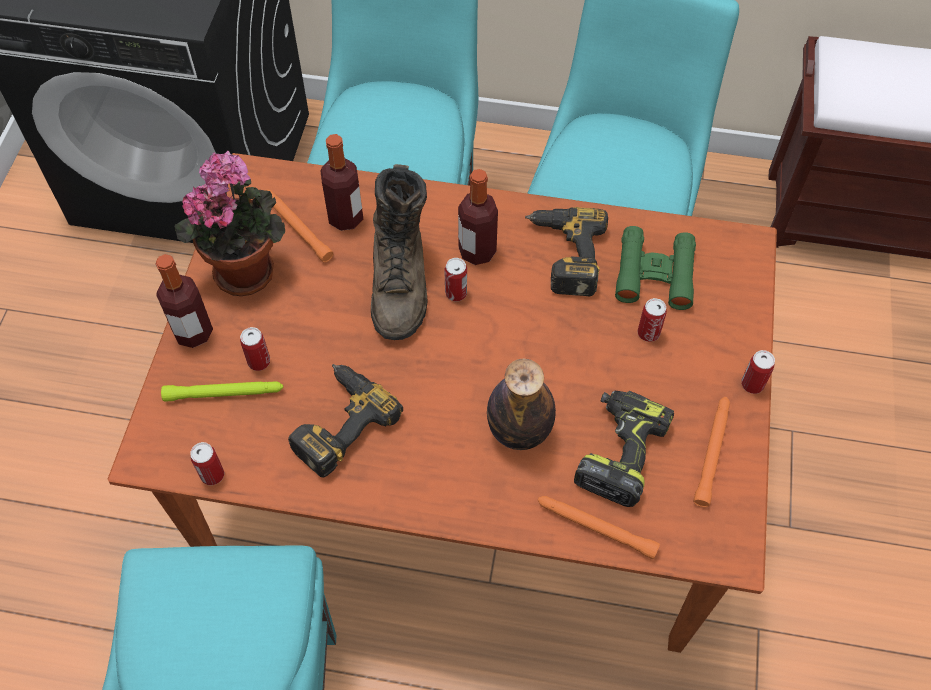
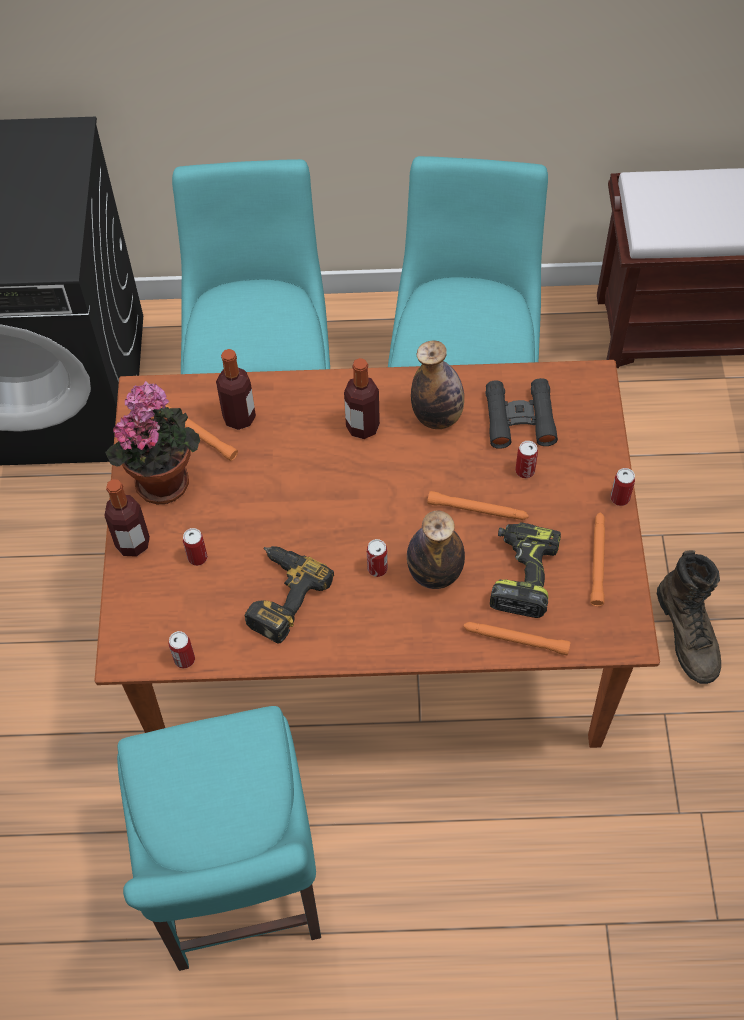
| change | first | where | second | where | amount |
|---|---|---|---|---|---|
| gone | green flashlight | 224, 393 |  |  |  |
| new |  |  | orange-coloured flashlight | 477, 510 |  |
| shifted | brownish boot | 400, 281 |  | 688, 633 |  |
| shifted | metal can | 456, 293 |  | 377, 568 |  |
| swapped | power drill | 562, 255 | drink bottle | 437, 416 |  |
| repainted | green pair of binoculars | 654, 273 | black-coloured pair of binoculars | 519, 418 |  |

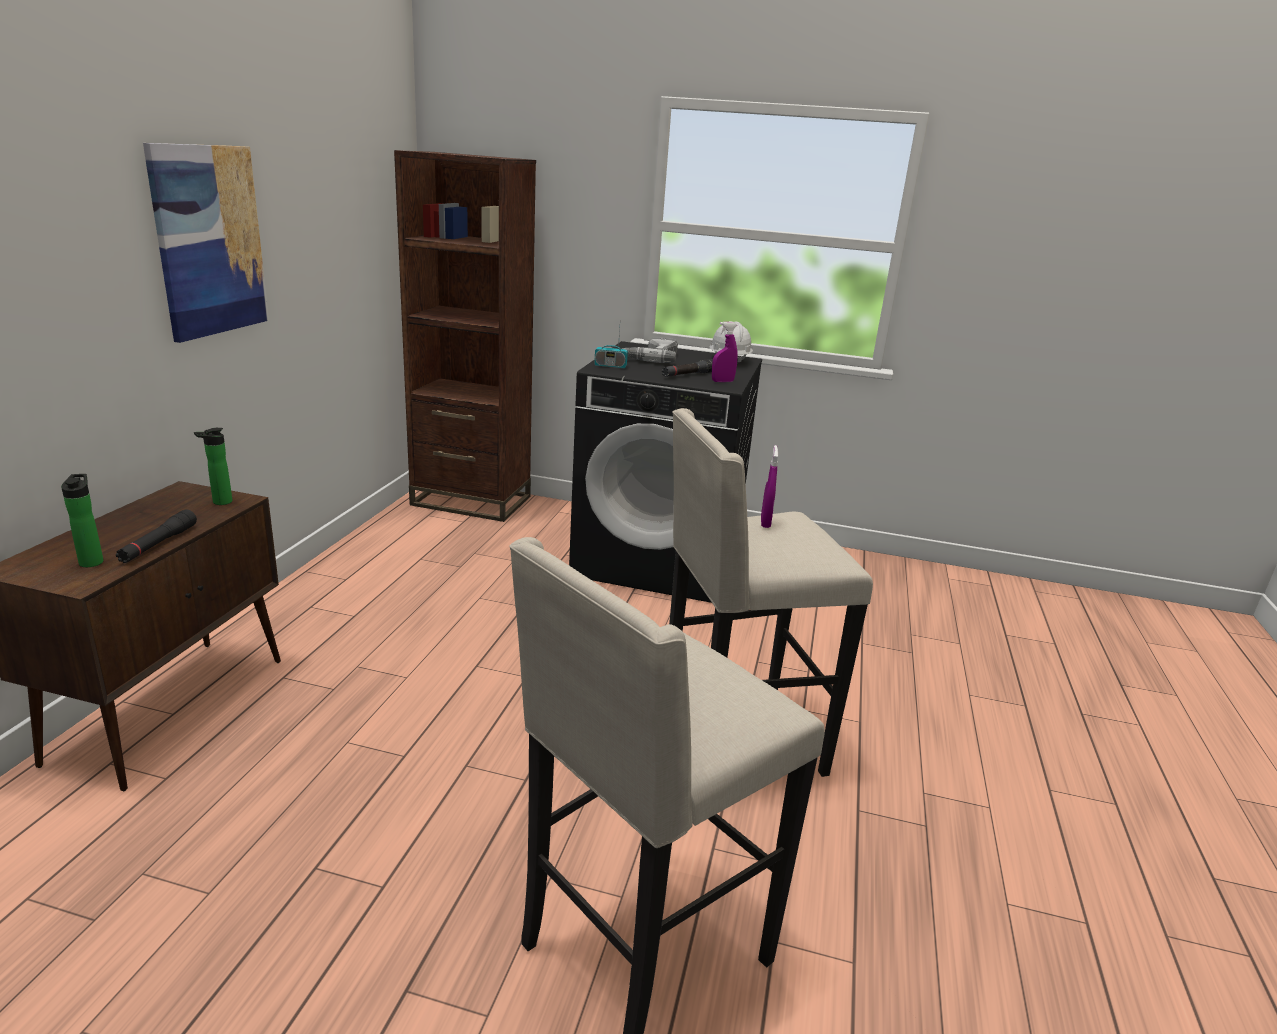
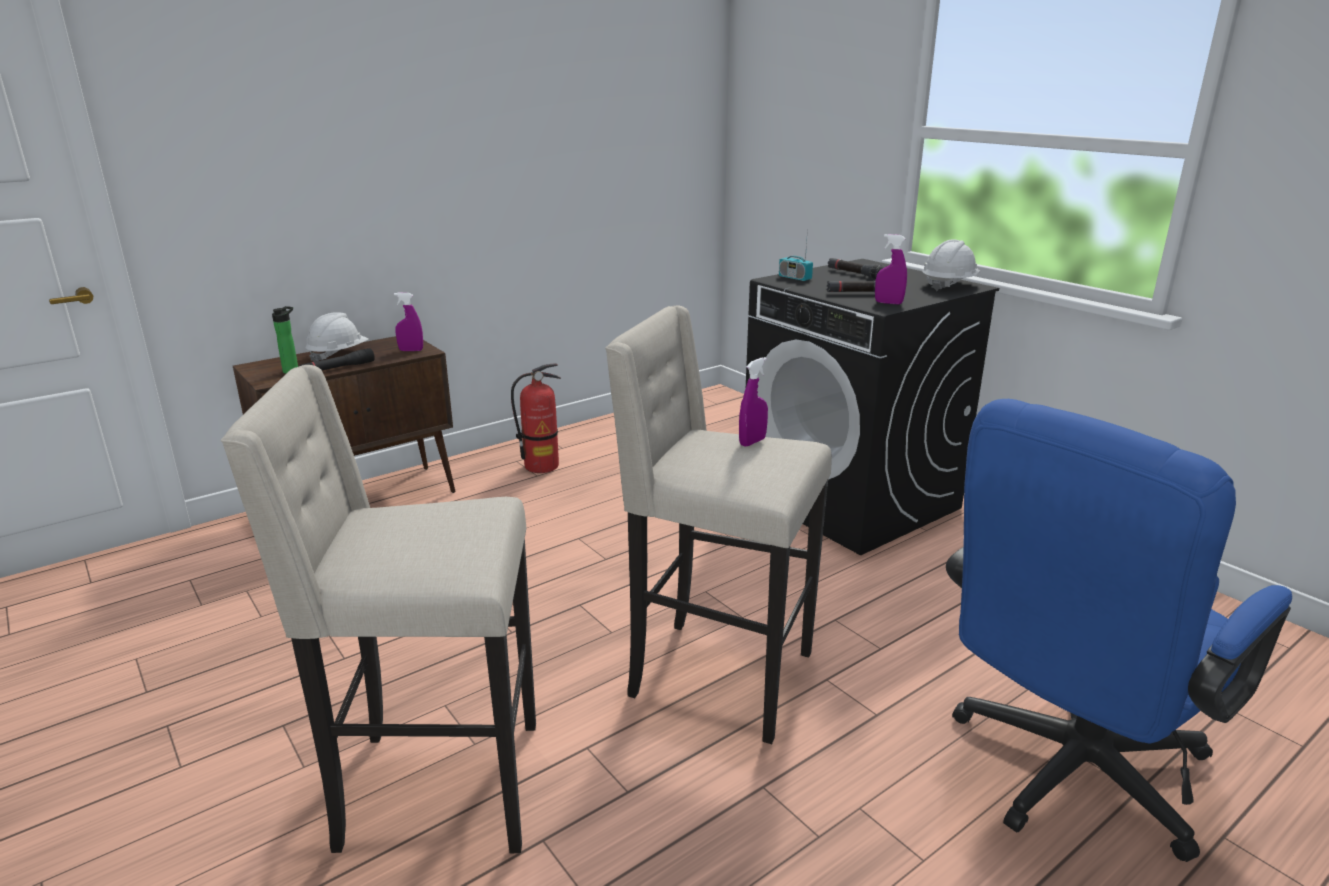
| change | first | where | second | where | amount |
|---|---|---|---|---|---|
| gone | picture | 209, 241 |  |  |  |
| gone | brownish shelving unit | 471, 501 |  |  |  |
| new |  |  | white hard hat | 338, 355 |  |
| new |  |  | fire extinguisher | 541, 466 |  |
| new |  |  | blue-coloured office chair | 1065, 776 |  |
| swapped | drink bottle | 219, 502 | purplish spray bottle | 411, 350 |  |
| swapped | power drill | 649, 357 | black-coloured flashlight | 857, 274 |  |

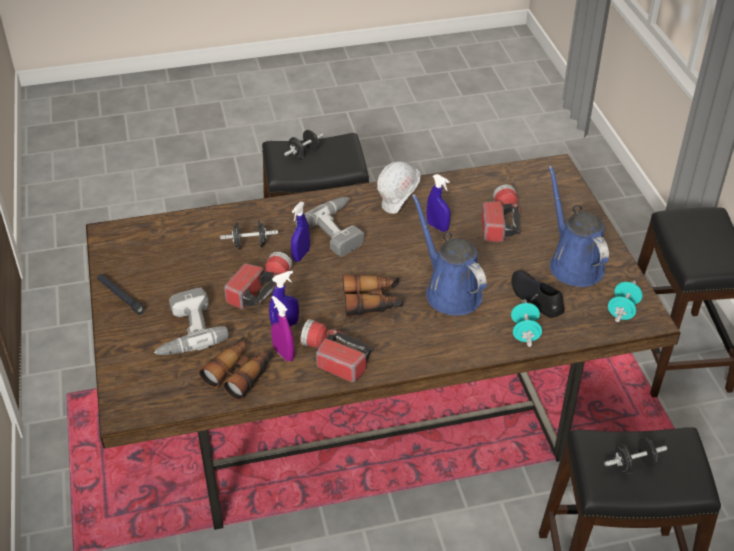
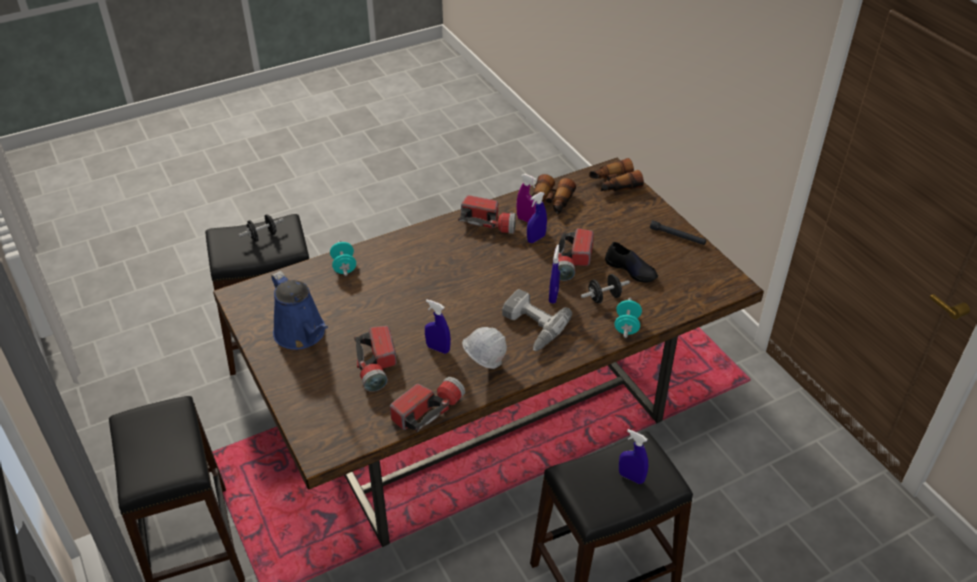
| change | first | where | second | where | amount |
|---|---|---|---|---|---|
| gone | power drill | 185, 331 |  |  |  |
| gone | blue-coloured watering can | 450, 291 |  |  |  |
| new |  |  | flashlight | 428, 411 |  |
| shifted | pair of binoculars | 372, 302 |  | 614, 184 |  |
| shifted | black-coloured item of footwear | 536, 298 |  | 631, 270 |  |
| shifted | blue-green free weight | 622, 310 |  | 627, 326 |  |
| swapped | black-coloured free weight | 304, 153 | blue-coloured spray bottle | 631, 477 |  |

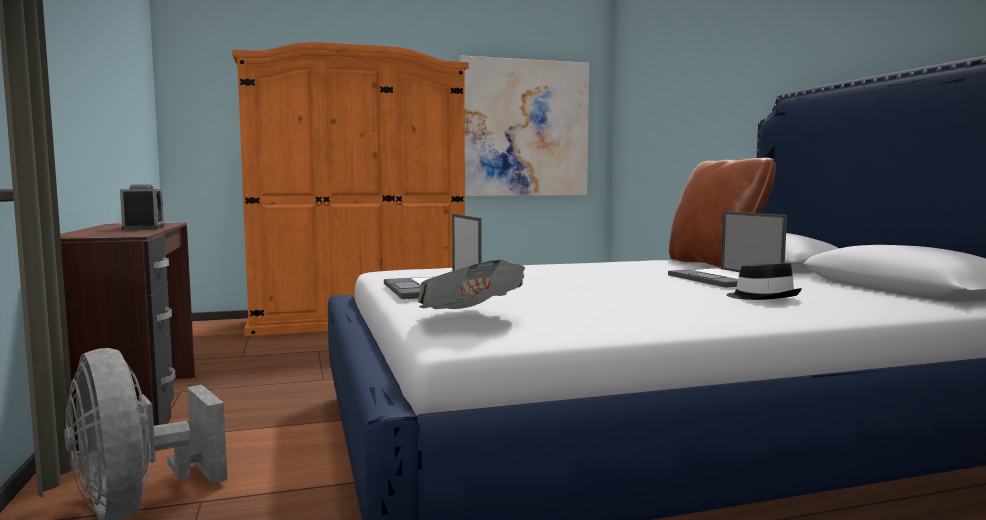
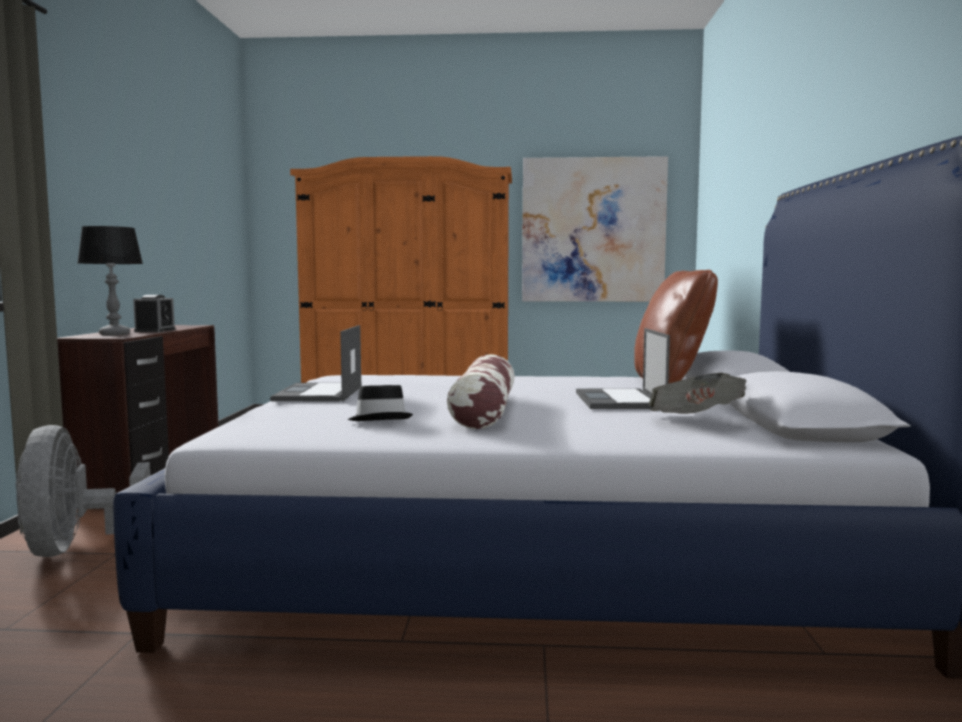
| change | first | where | second | where | amount |
|---|---|---|---|---|---|
| new |  |  | tabletop lamp | 115, 334 |  |
| new |  |  | cushion | 484, 412 |  |
| shifted | printed paper | 470, 318 |  | 695, 422 |  |
| shifted | black-coloured hat | 763, 297 |  | 380, 419 |  |

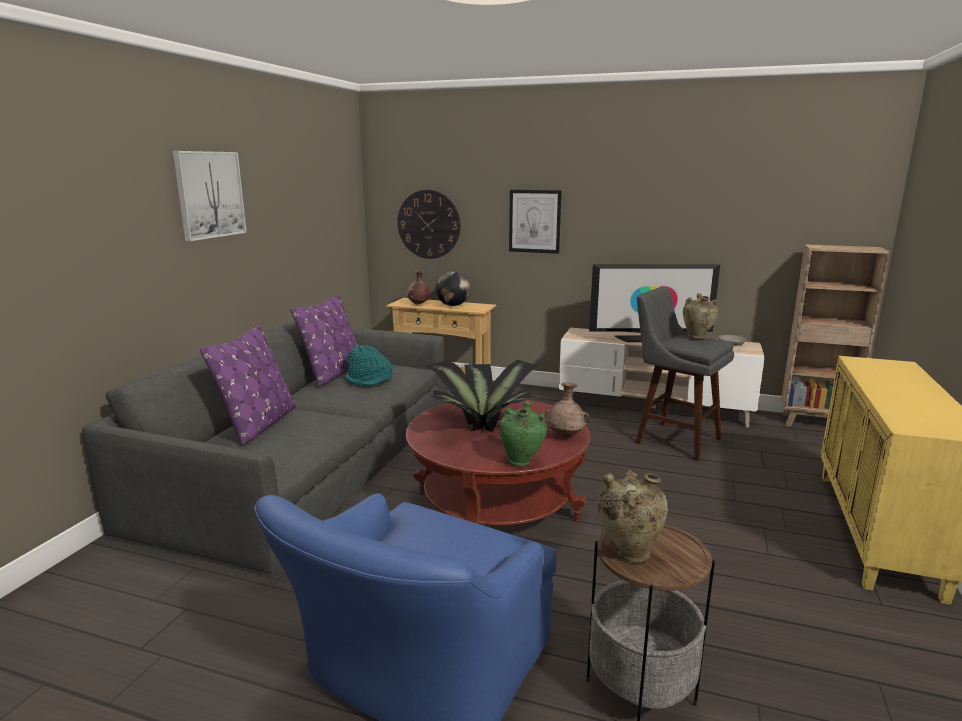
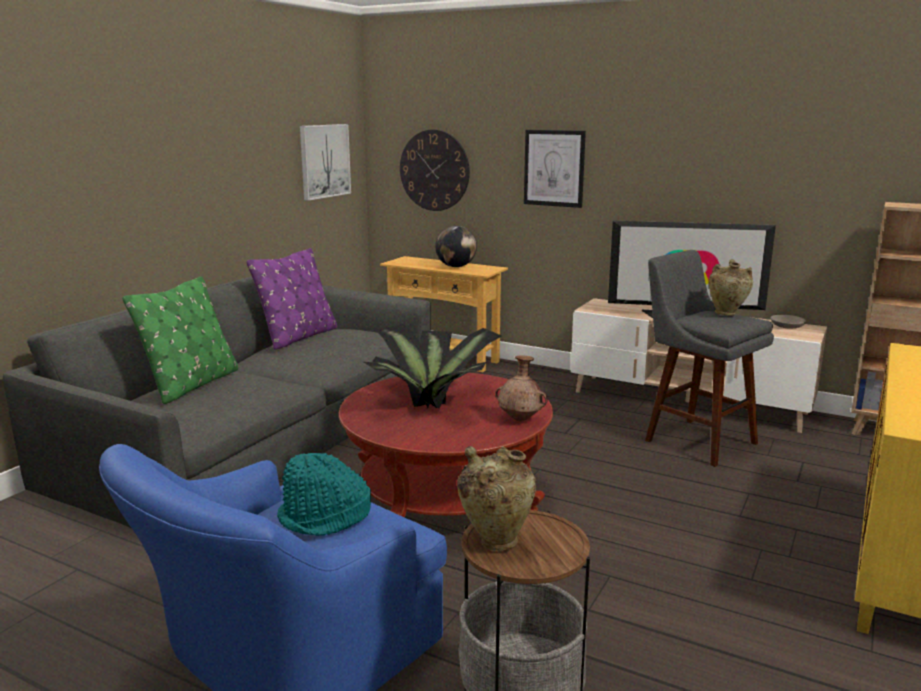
| change | first | where | second | where | amount |
|---|---|---|---|---|---|
| gone | brownish flower vase | 418, 304 |  |  |  |
| gone | green flower vase | 521, 462 |  |  |  |
| shifted | picture | 210, 194 |  | 324, 161 |  |
| shifted | blue-green hat | 369, 380 |  | 325, 518 |  |
| repainted | purplish cushion | 259, 424 | green cushion | 191, 385 |  |

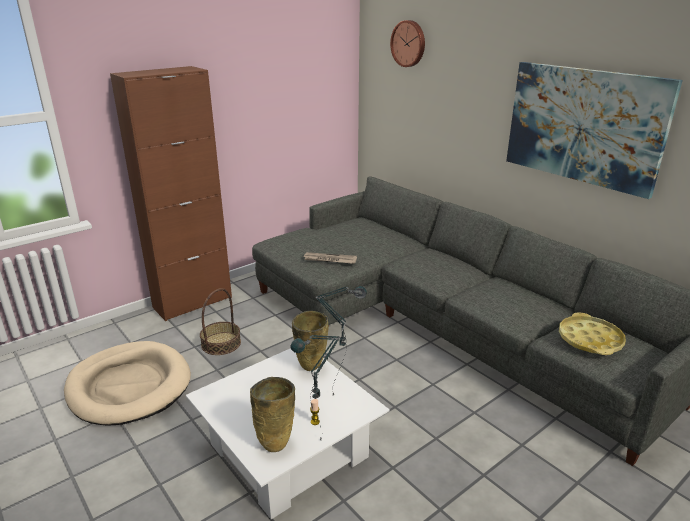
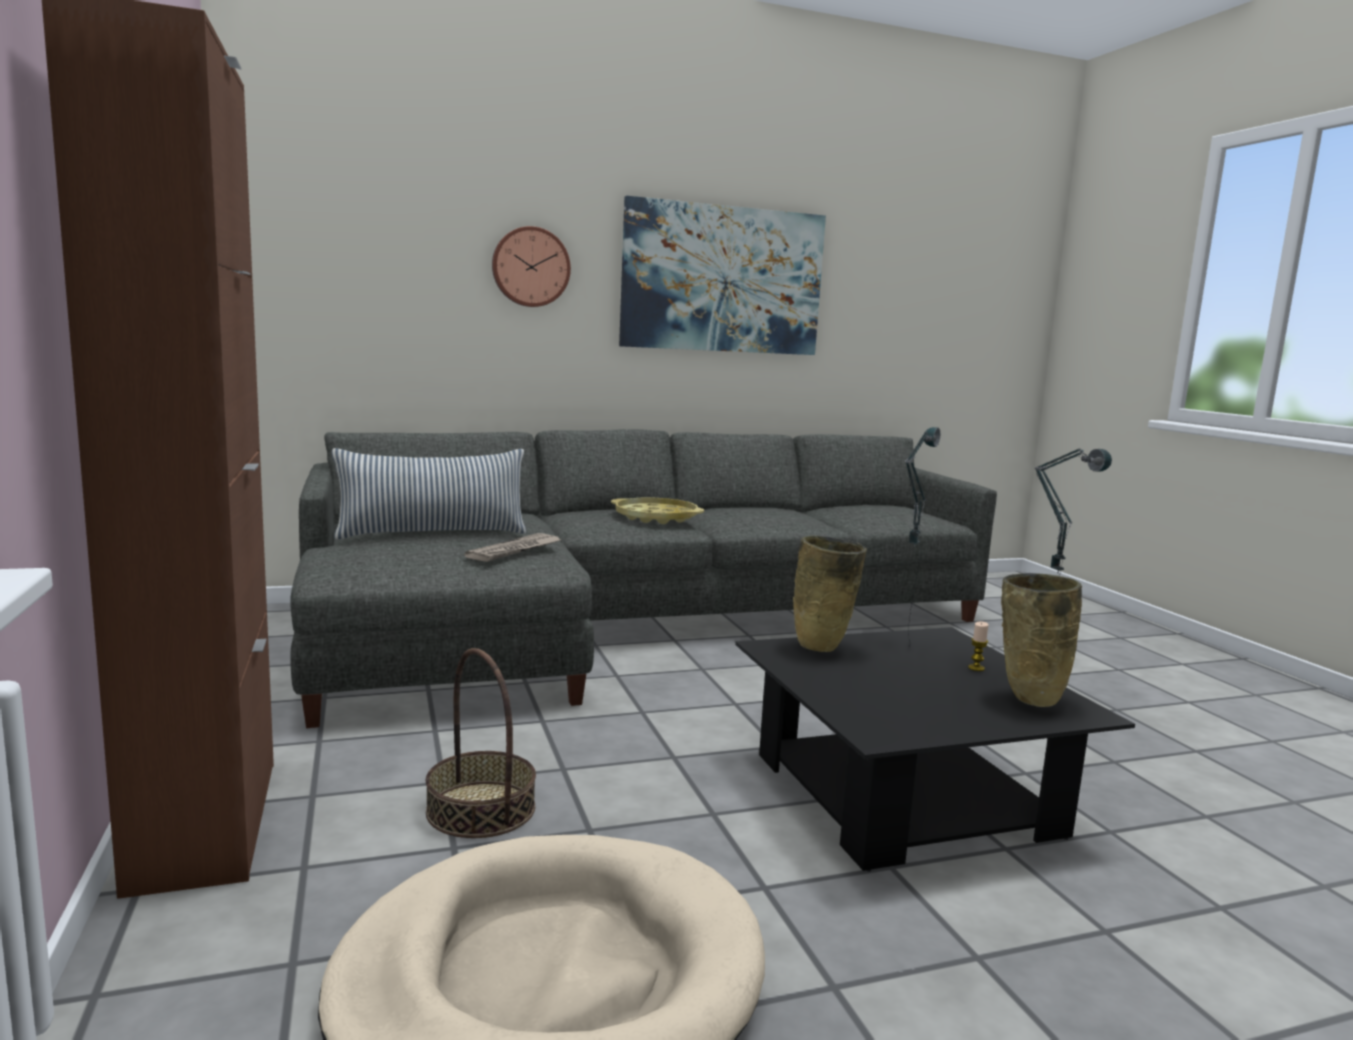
| change | first | where | second | where | amount |
|---|---|---|---|---|---|
| new |  |  | cushion | 432, 533 |  |
| shifted | clock on the wall | 409, 43 |  | 530, 267 |  |
| shifted | yellowish tray | 590, 340 |  | 656, 517 |  |
| repainted | white low table | 288, 451 | black-coloured low table | 904, 794 |  |

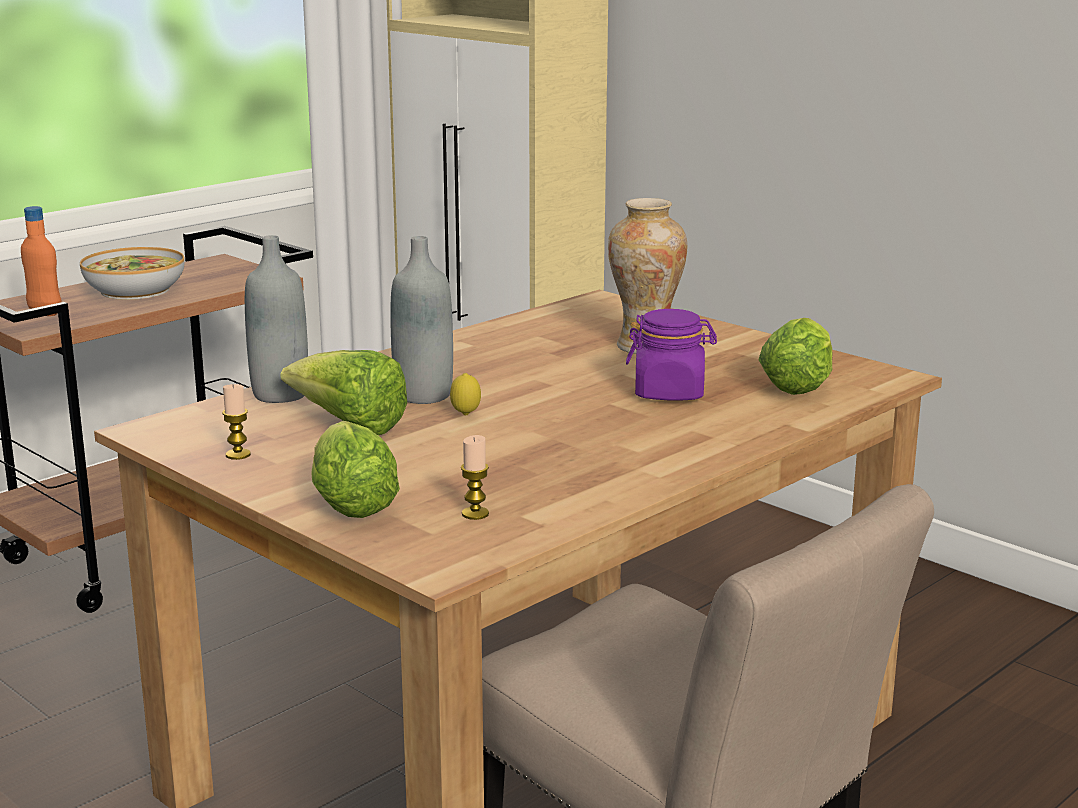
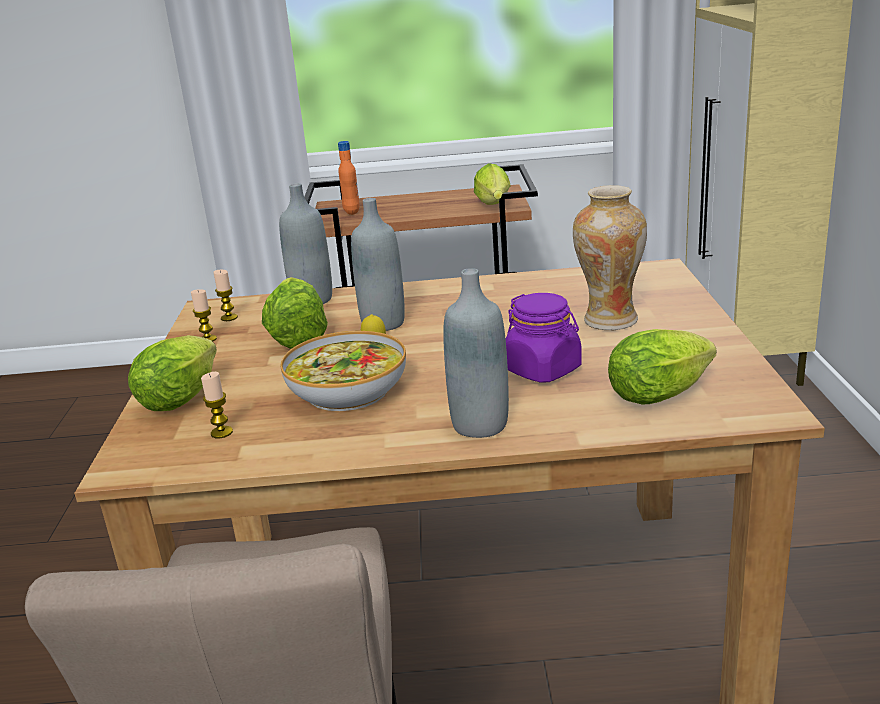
| change | first | where | second | where | amount |
|---|---|---|---|---|---|
| new |  |  | candle | 229, 318 |  |
| new |  |  | grey drink bottle | 480, 425 |  |
| new |  |  | lettuce head | 494, 205 |  |
| shifted | serving bowl | 136, 290 |  | 348, 391 |  |

